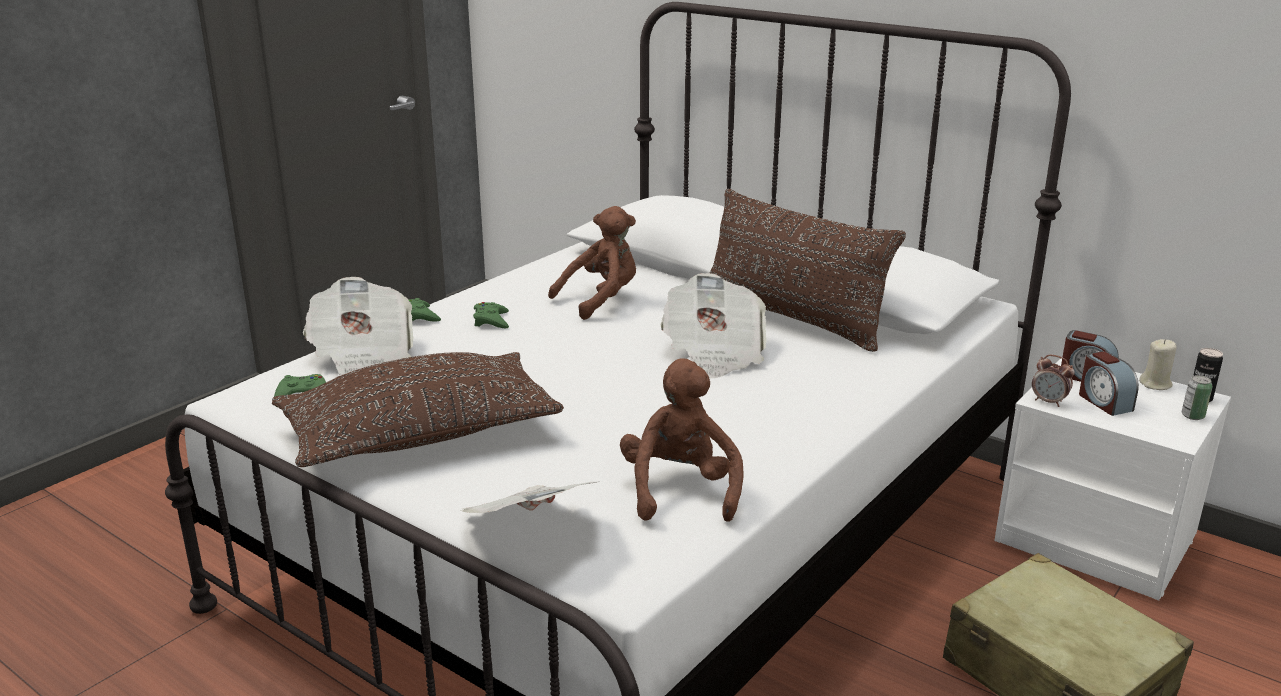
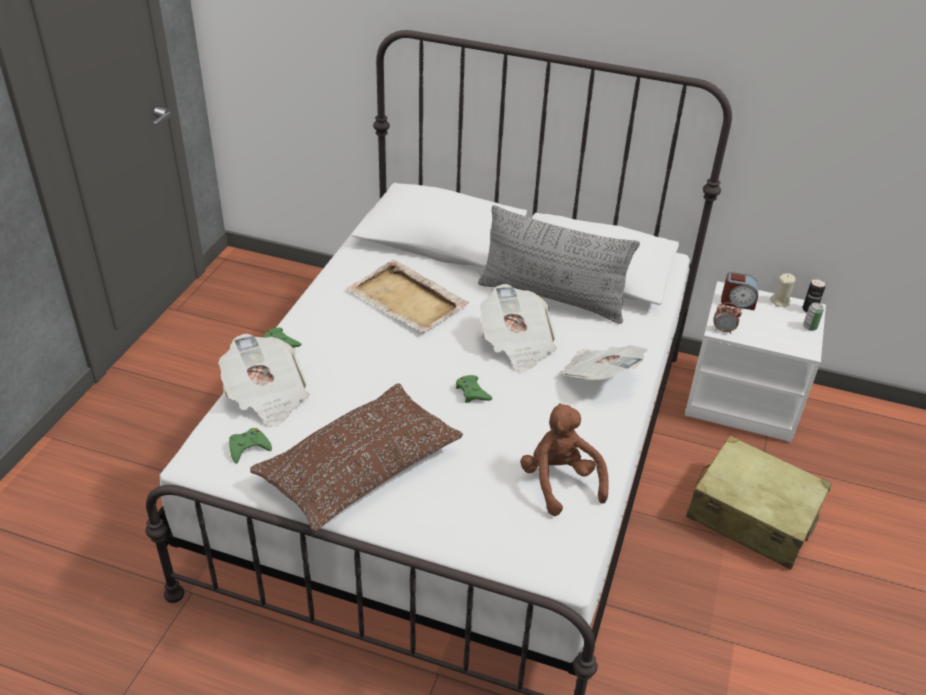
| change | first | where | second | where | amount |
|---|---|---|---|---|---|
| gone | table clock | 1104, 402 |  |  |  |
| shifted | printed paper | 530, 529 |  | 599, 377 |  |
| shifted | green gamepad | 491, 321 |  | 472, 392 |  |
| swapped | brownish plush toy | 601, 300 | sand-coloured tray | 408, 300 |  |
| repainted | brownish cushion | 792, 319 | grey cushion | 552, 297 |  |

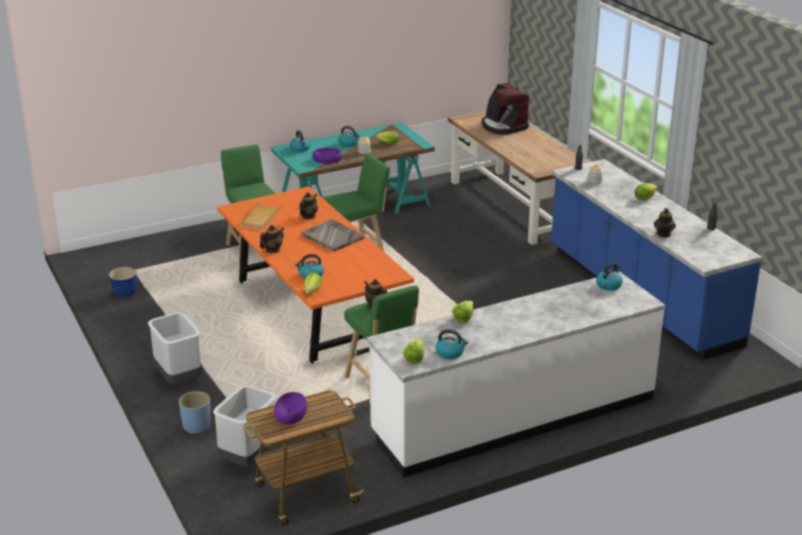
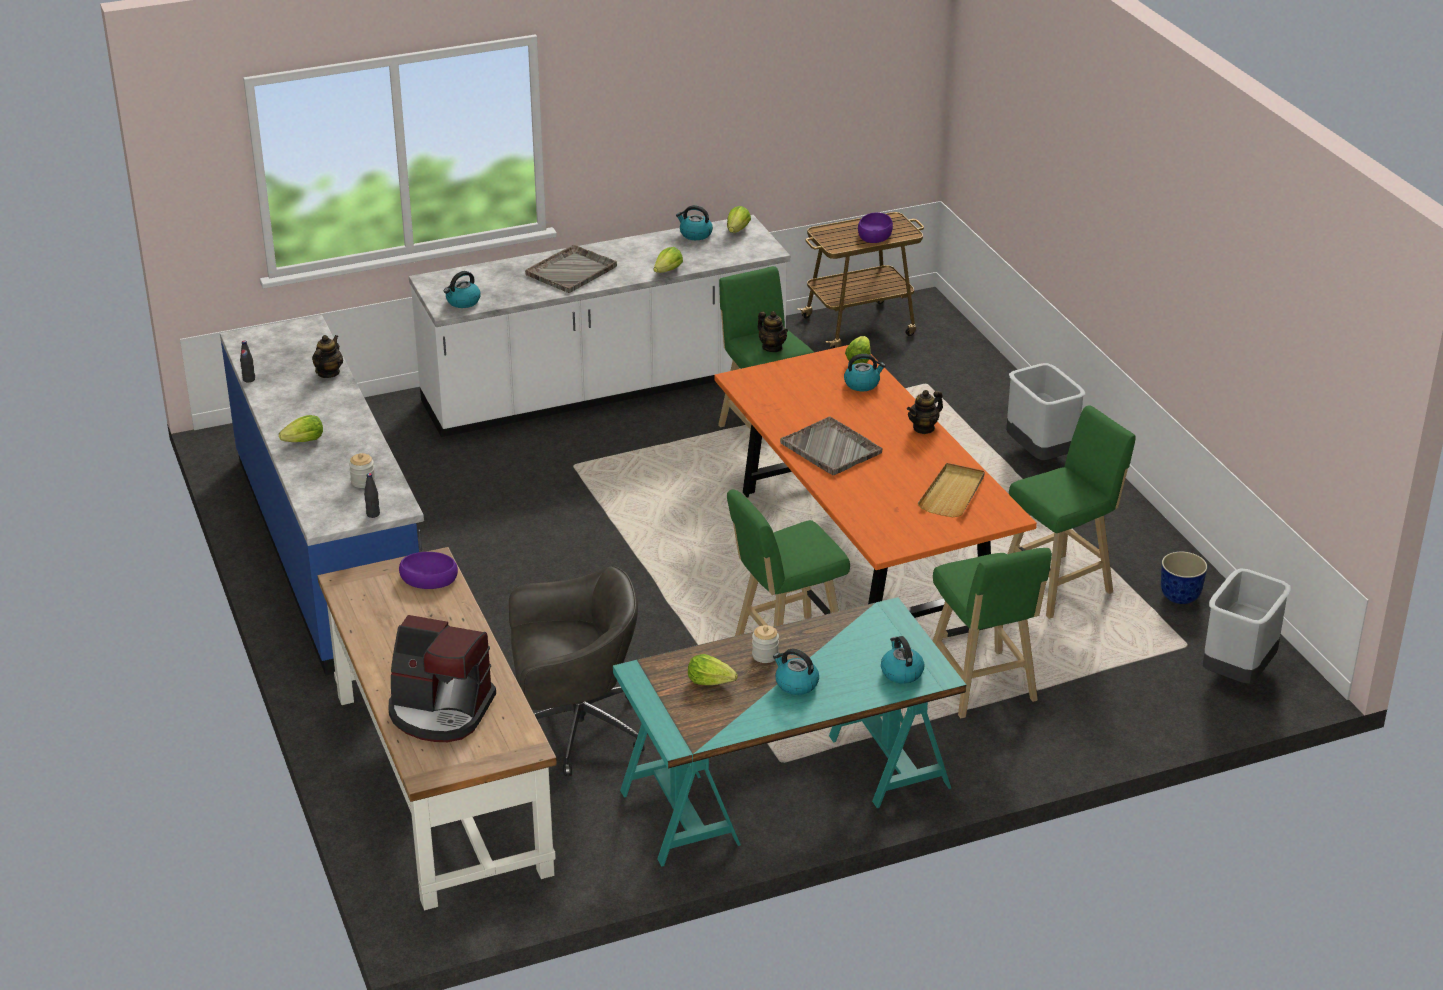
| change | first | where | second | where | amount |
|---|---|---|---|---|---|
| gone | blue-coloured plant pot | 197, 426 |  |  |  |
| gone | pot for tea | 308, 216 |  |  |  |
| new |  |  | grey office chair | 574, 730 |  |
| new |  |  | grey tray | 572, 270 |  |
| new |  |  | green stool | 1060, 585 |  |
| shifted | grey rubbish bin | 249, 458 |  | 1237, 671 |  |
| shifted | purplish serving bowl | 327, 160 |  | 429, 577 |  |
| rotated | coffee machine | 503, 126 |  | 440, 711 | 135 degrees clockwise |

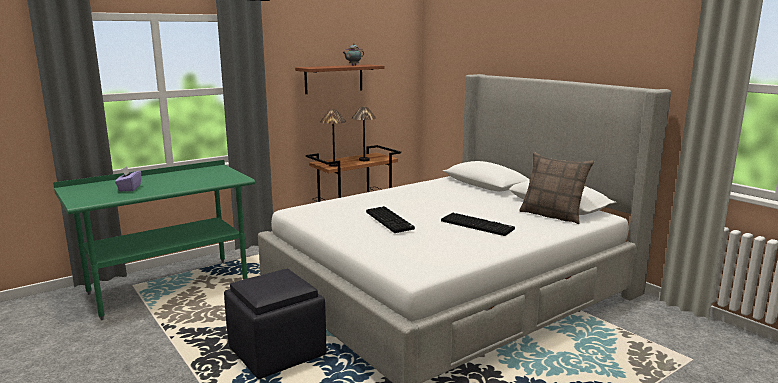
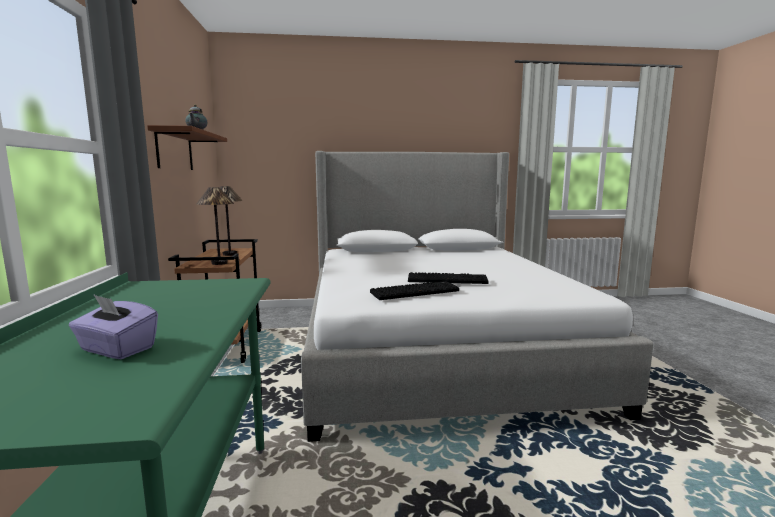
| change | first | where | second | where | amount |
|---|---|---|---|---|---|
| gone | black-coloured ottoman | 278, 352 |  |  |  |
| gone | cushion | 552, 215 |  |  |  |
| shifted | computer keyboard | 478, 225 |  | 415, 291 |  |

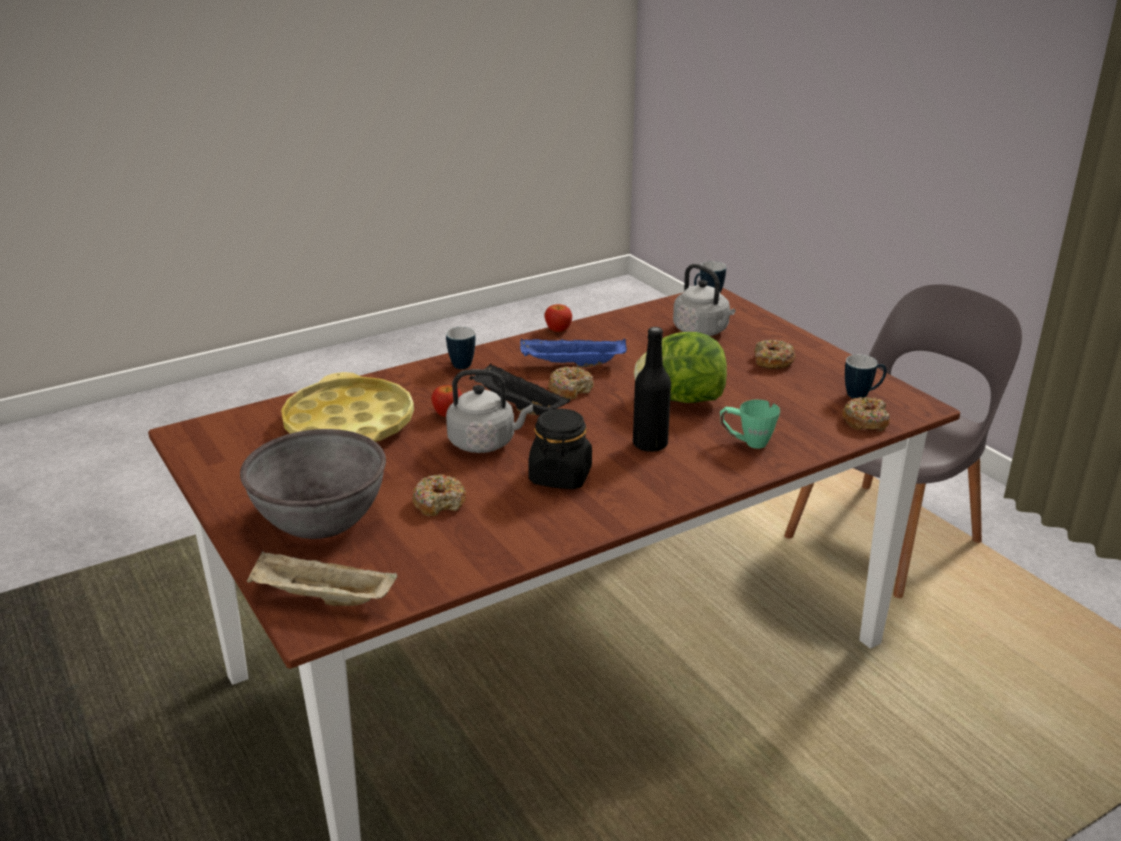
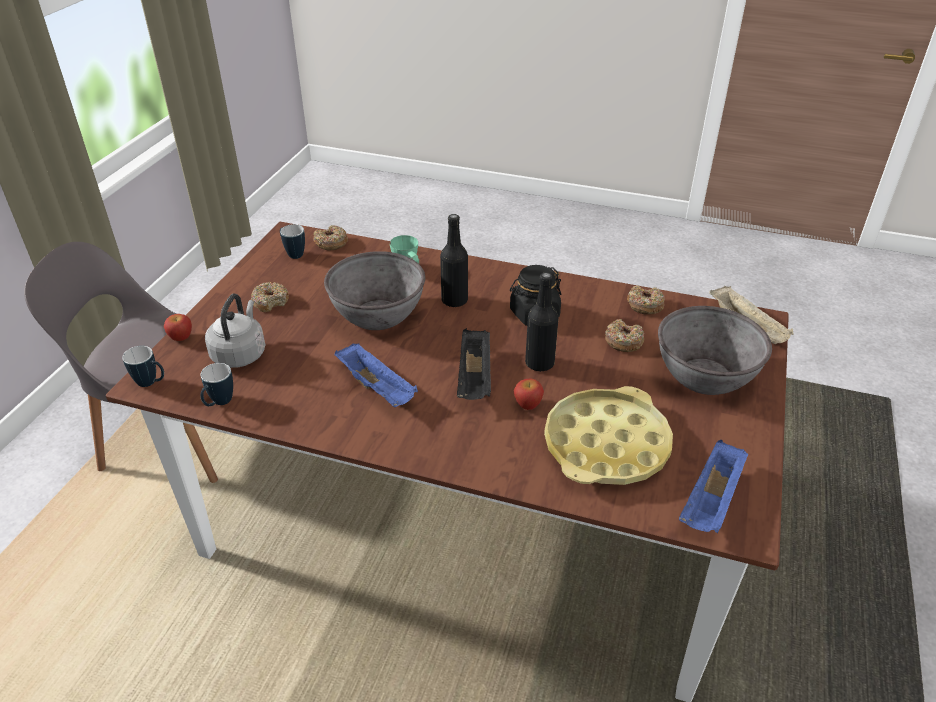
| change | first | where | second | where | amount |
|---|---|---|---|---|---|
| new |  |  | blue-coloured tray | 711, 501 |  |
| shifted | tea mug | 459, 363 |  | 219, 403 |  |
| shifted | whole apple | 558, 330 |  | 181, 337 |  |
| shifted | donut | 570, 389 |  | 644, 305 |  |
| swapped | grey kettle | 485, 443 | black-coloured drink bottle | 539, 363 |  |
| swapped | lettuce head | 681, 399 | grey serving bowl | 378, 314 |  |

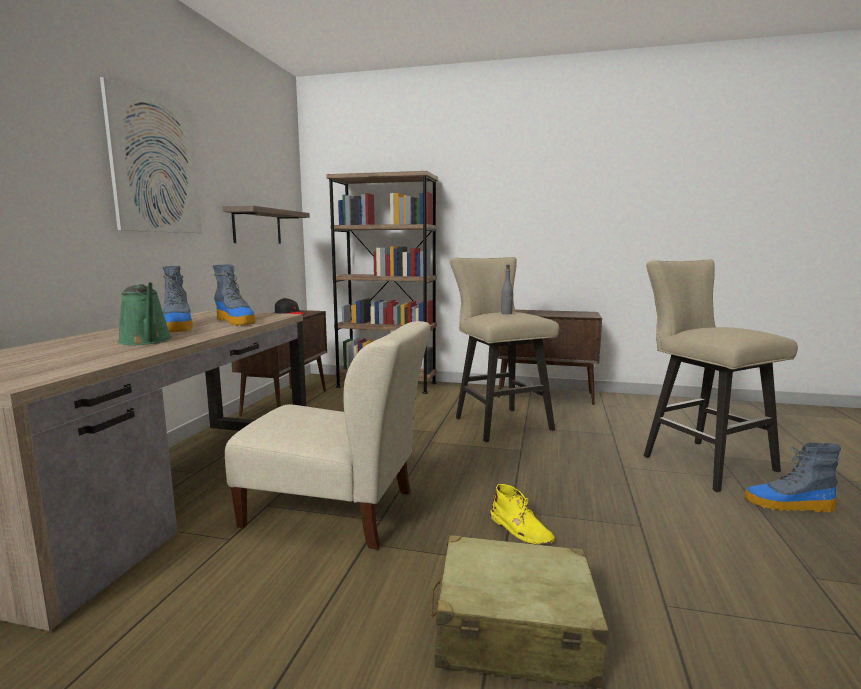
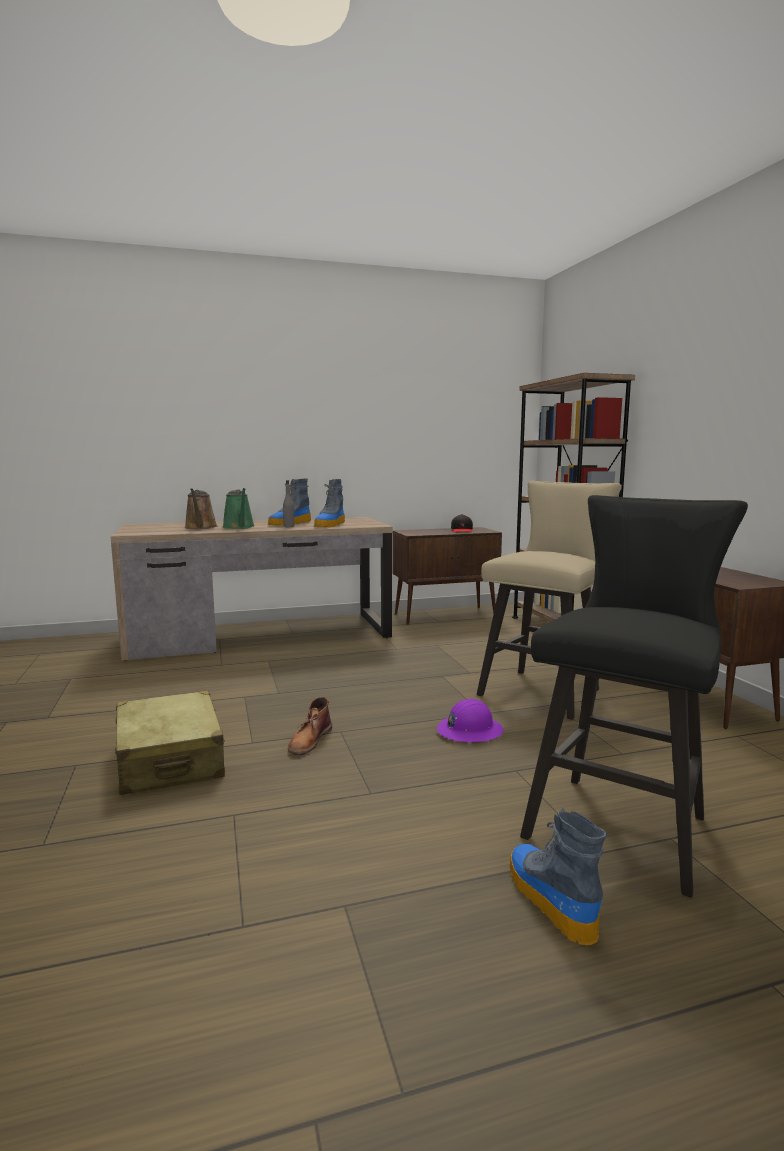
| change | first | where | second | where | amount |
|---|---|---|---|---|---|
| gone | picture | 155, 165 |  |  |  |
| gone | bracket shelf | 257, 226 |  |  |  |
| gone | sand-coloured plain chair | 336, 511 |  |  |  |
| new |  |  | brownish watering can | 200, 527 |  |
| new |  |  | purplish hard hat | 469, 731 |  |
| shifted | grey drink bottle | 506, 313 |  | 288, 526 |  |
| repainted | yellowish boot | 520, 529 | brownish boot | 309, 740 |  |
| repainted | sand-coloured stool | 700, 461 | black-coloured stool | 622, 822 |  |
| rotated | green watering can | 146, 341 |  | 239, 527 | 45 degrees counterclockwise |

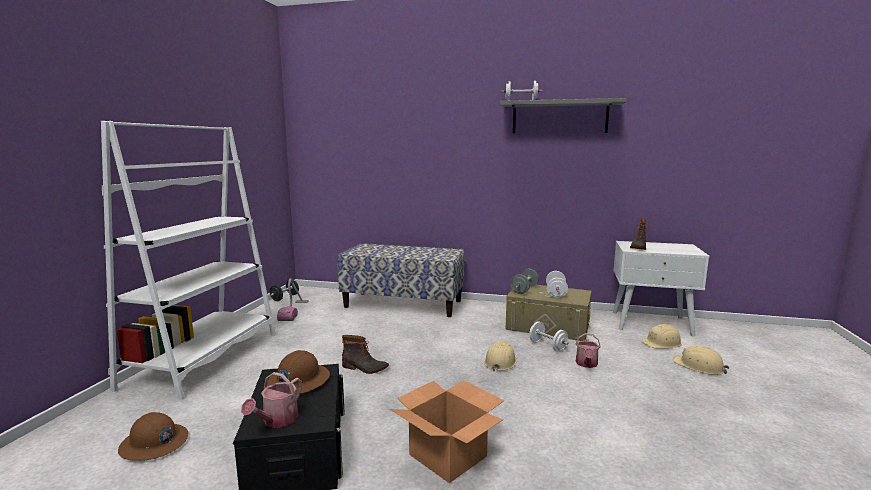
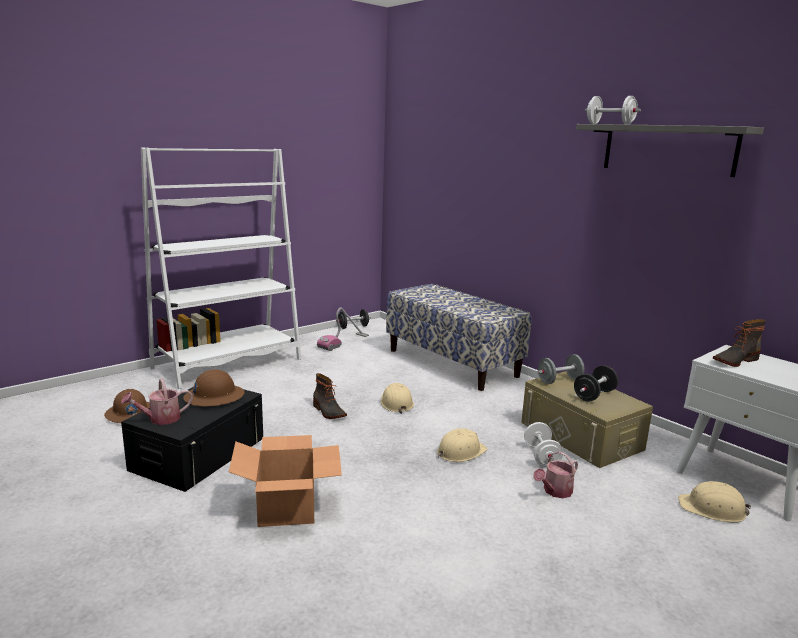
| change | first | where | second | where | amount |
|---|---|---|---|---|---|
| shifted | sand-coloured hard hat | 699, 366 |  | 396, 403 |  |
| repainted | white free weight | 556, 293 | black-coloured free weight | 594, 395 |  |

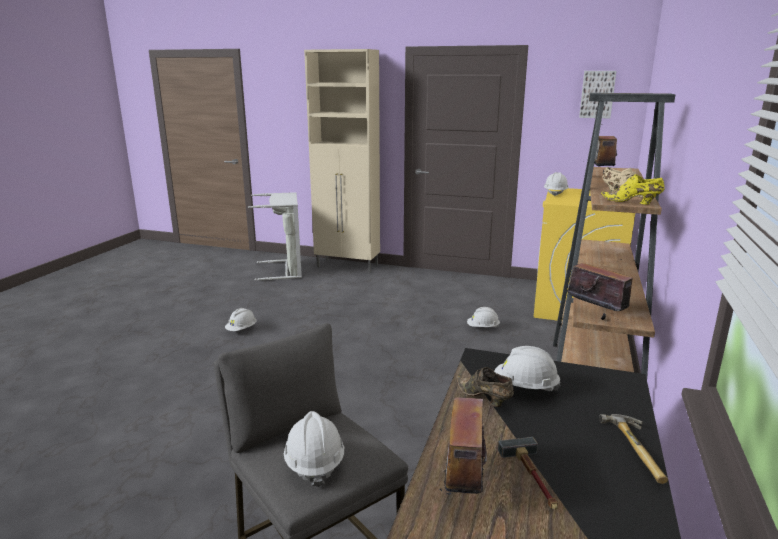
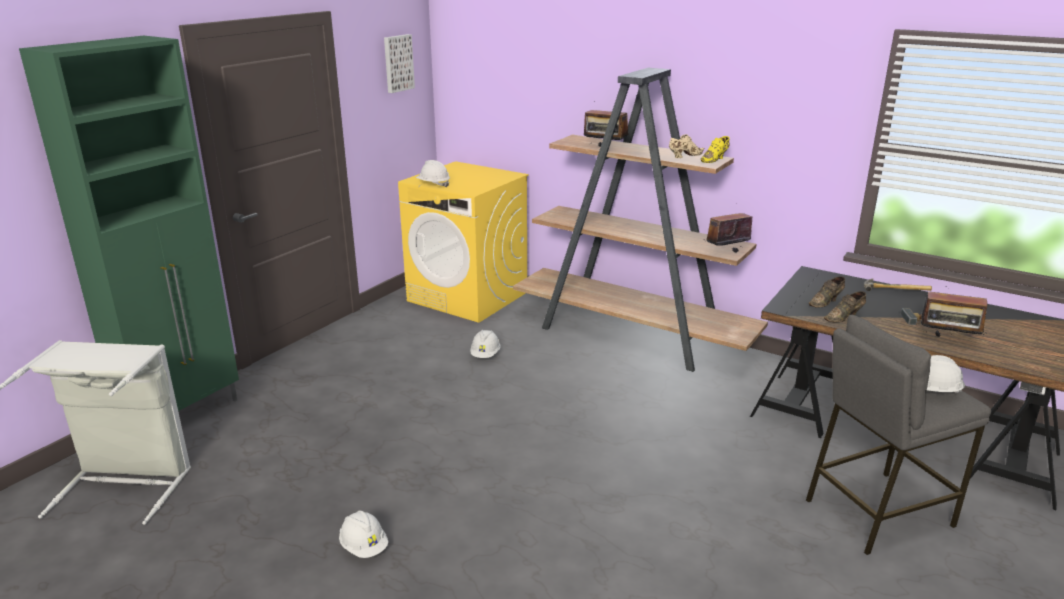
| change | first | where | second | where | amount |
|---|---|---|---|---|---|
| swapped | white hard hat | 525, 387 | brownish item of footwear | 826, 302 |  |
| repainted | sand-coloured cabinet | 348, 266 | green cabinet | 185, 416 |  |

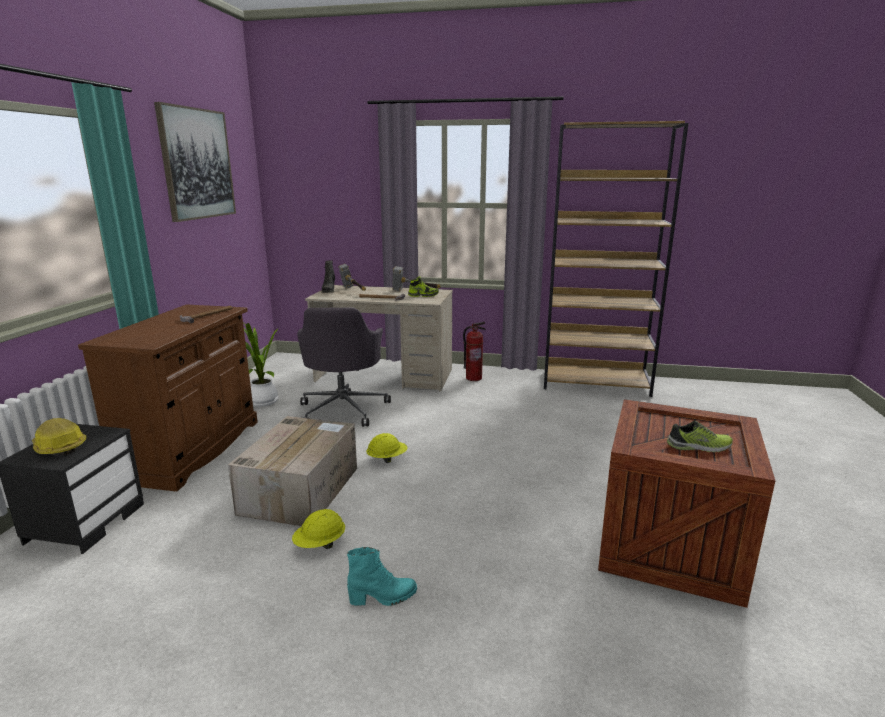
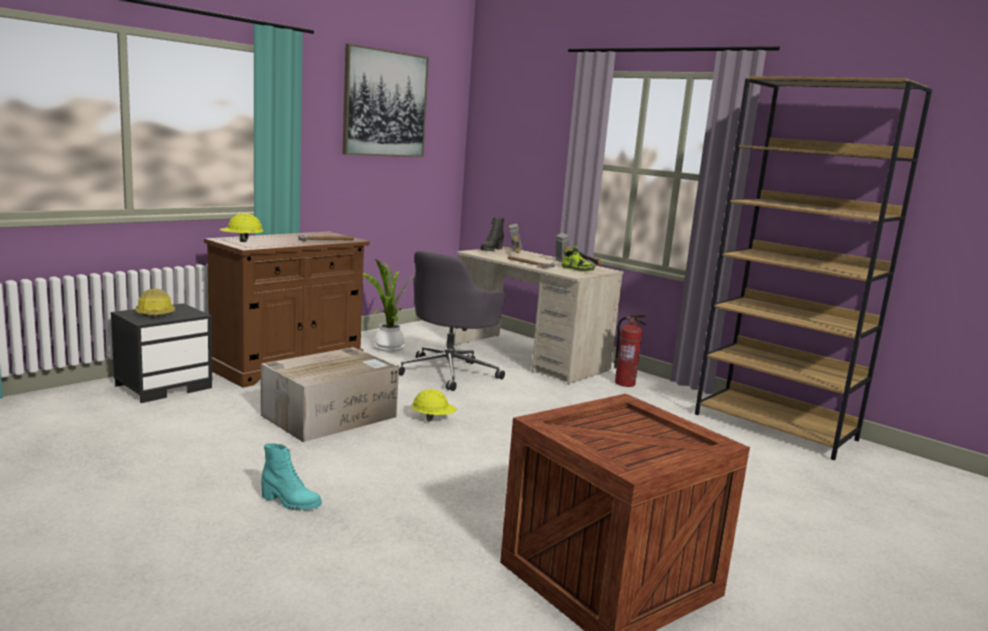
| change | first | where | second | where | amount |
|---|---|---|---|---|---|
| gone | item of footwear | 699, 447 |  |  |  |
| shifted | yellowish hard hat | 320, 544 |  | 241, 241 |  |

